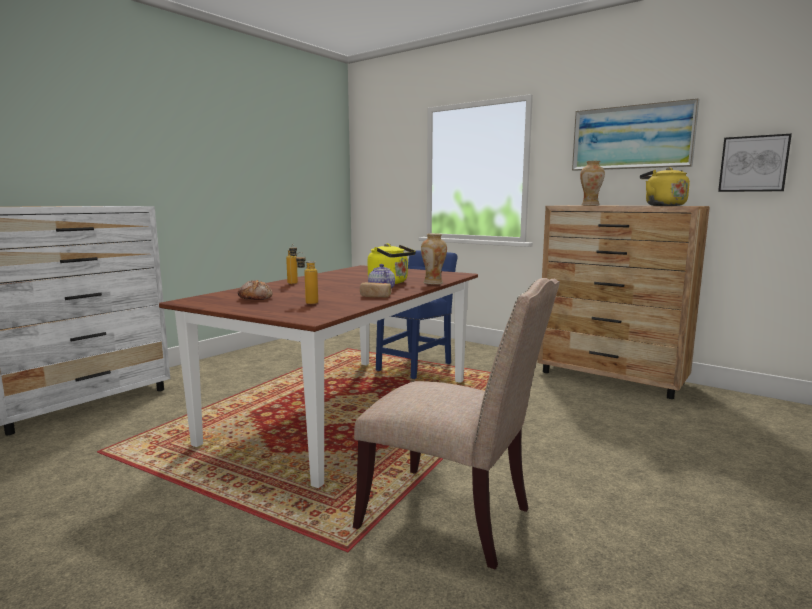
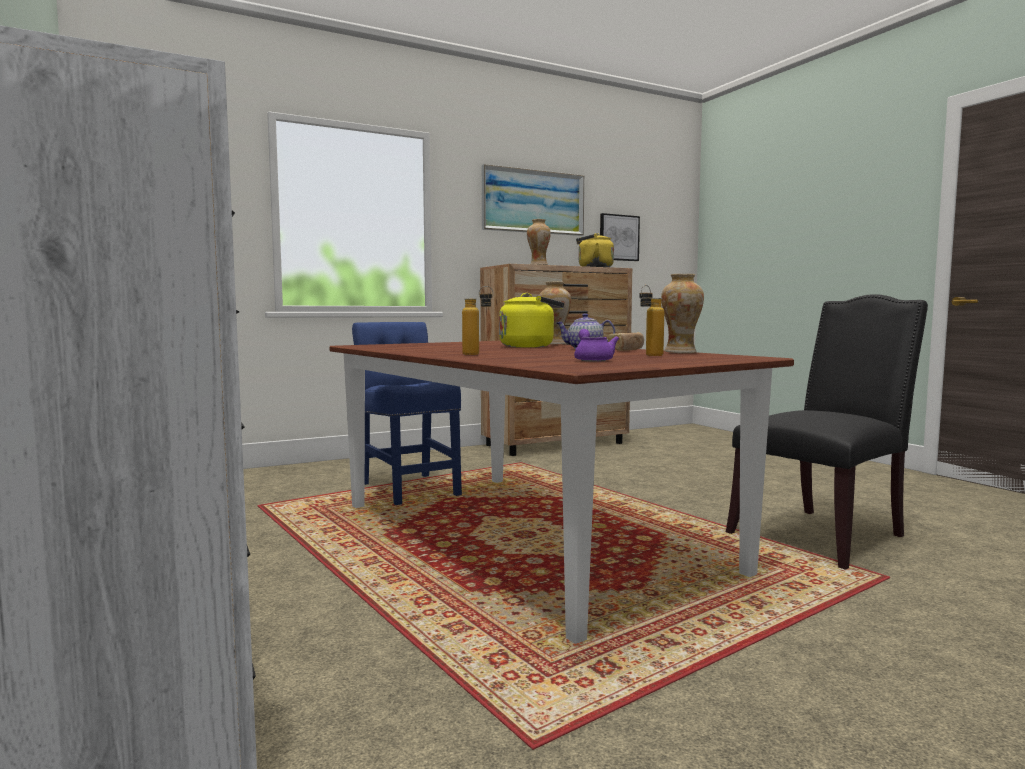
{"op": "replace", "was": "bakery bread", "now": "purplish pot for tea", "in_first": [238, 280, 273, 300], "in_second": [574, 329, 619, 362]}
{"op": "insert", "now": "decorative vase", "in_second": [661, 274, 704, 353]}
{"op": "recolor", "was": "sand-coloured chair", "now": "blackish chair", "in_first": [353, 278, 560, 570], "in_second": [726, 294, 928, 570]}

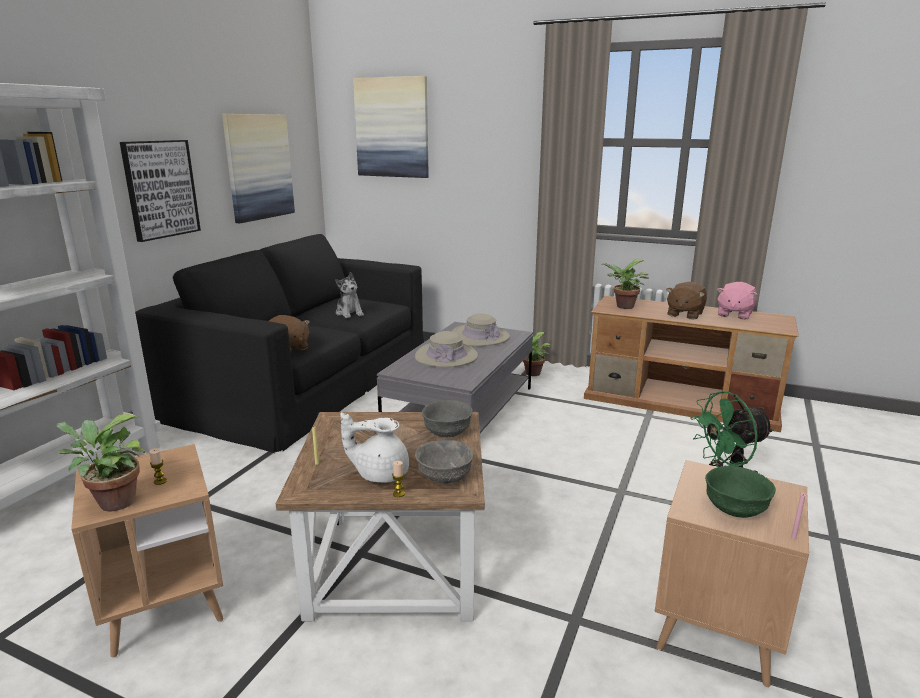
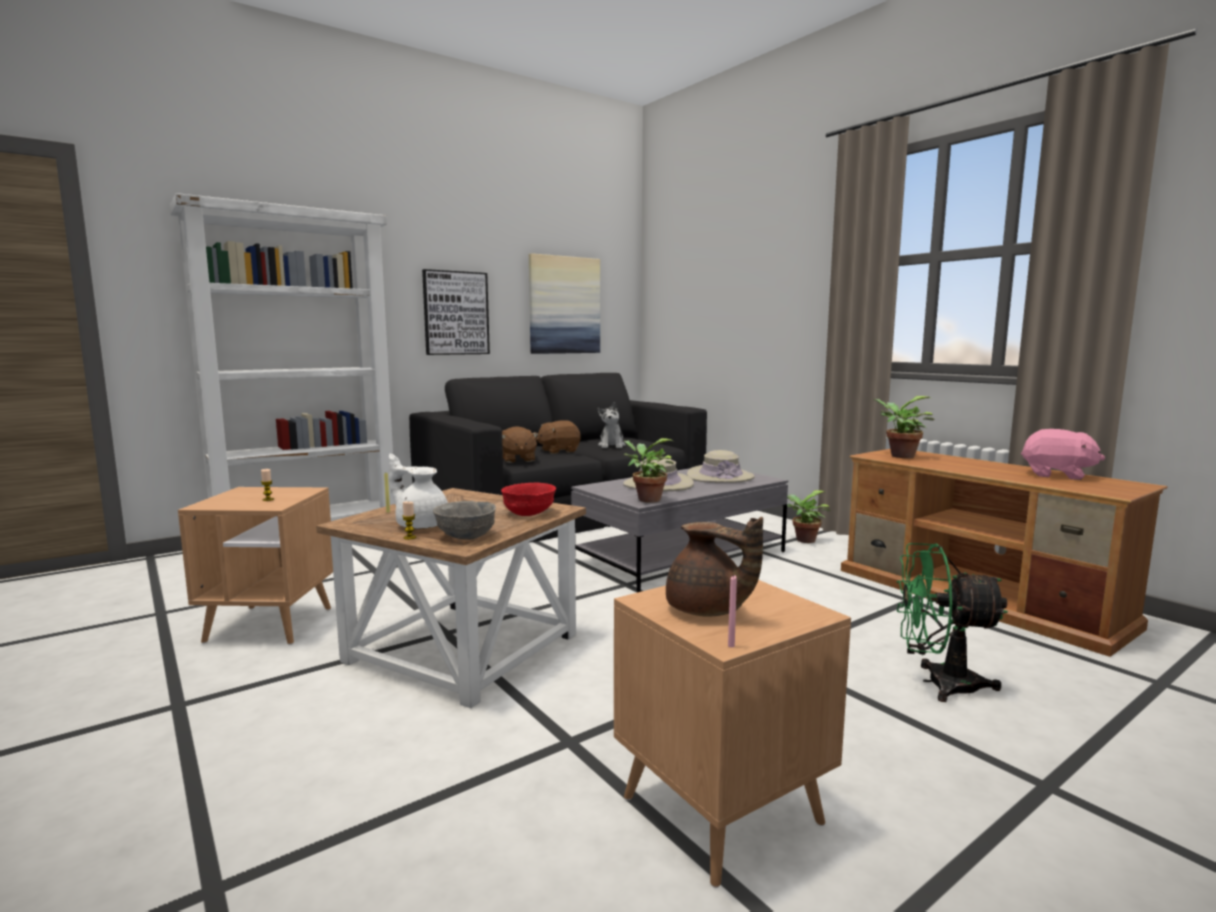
{"op": "recolor", "was": "gray deep dish", "now": "reddish deep dish", "in_first": [422, 400, 473, 437], "in_second": [501, 483, 556, 516]}
{"op": "move", "was": "brown-coloured soft toy", "in_first": [666, 282, 707, 320], "in_second": [536, 420, 581, 454]}
{"op": "move", "was": "houseplant", "in_first": [56, 414, 145, 511], "in_second": [624, 438, 674, 502]}
{"op": "replace", "was": "green-coloured deep dish", "now": "brown-coloured pot for tea", "in_first": [705, 466, 776, 518], "in_second": [666, 517, 763, 617]}
{"op": "rotate", "was": "pinkish soft toy", "in_first": [717, 282, 757, 320], "in_second": [1021, 429, 1105, 480], "clockwise": -120}
{"op": "delete", "was": "wall art", "in_first": [353, 76, 429, 178]}

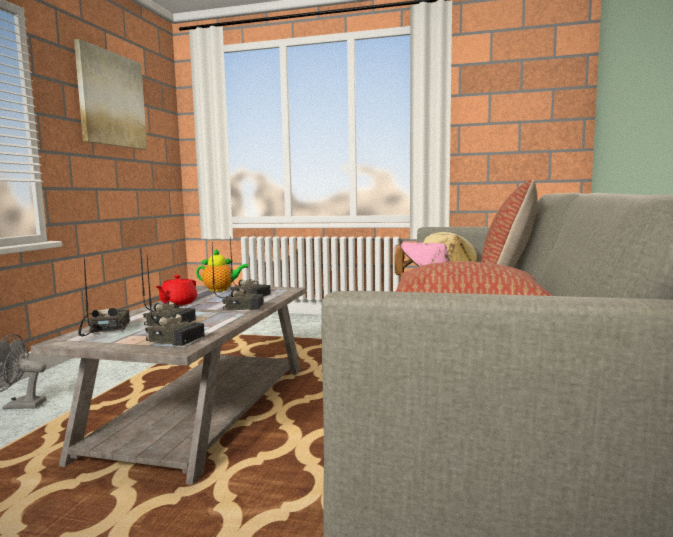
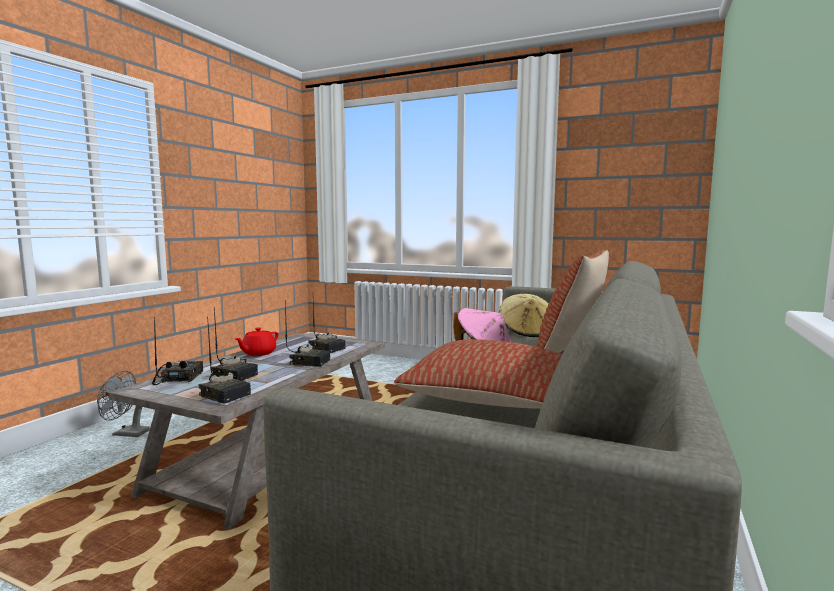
{"op": "delete", "was": "wall art", "in_first": [74, 39, 147, 150]}
{"op": "delete", "was": "pot for tea", "in_first": [196, 249, 249, 292]}

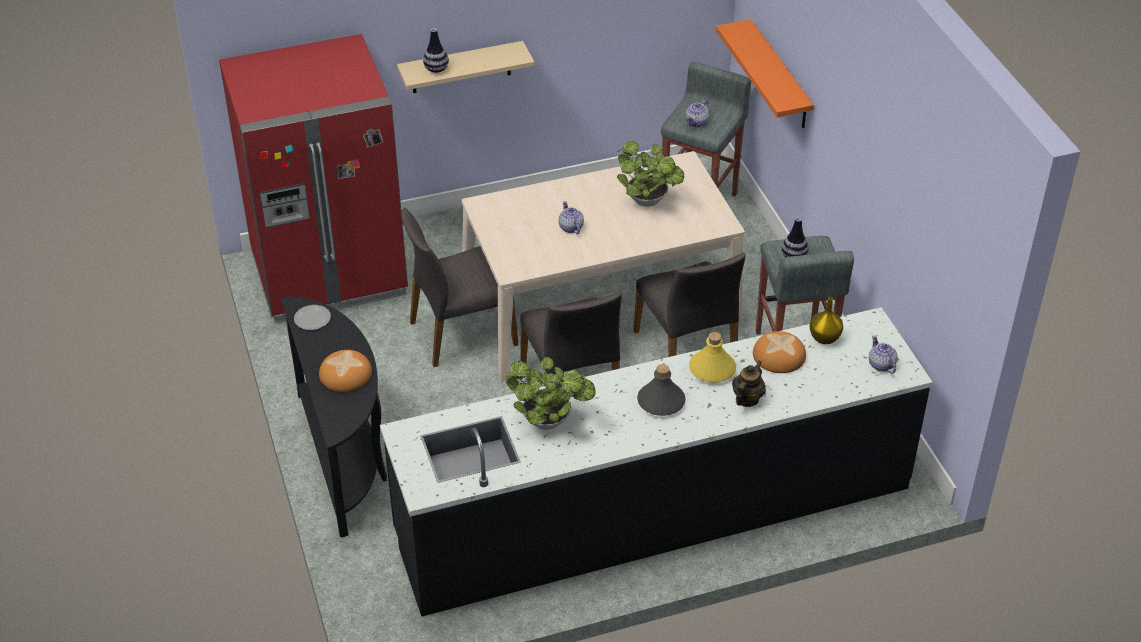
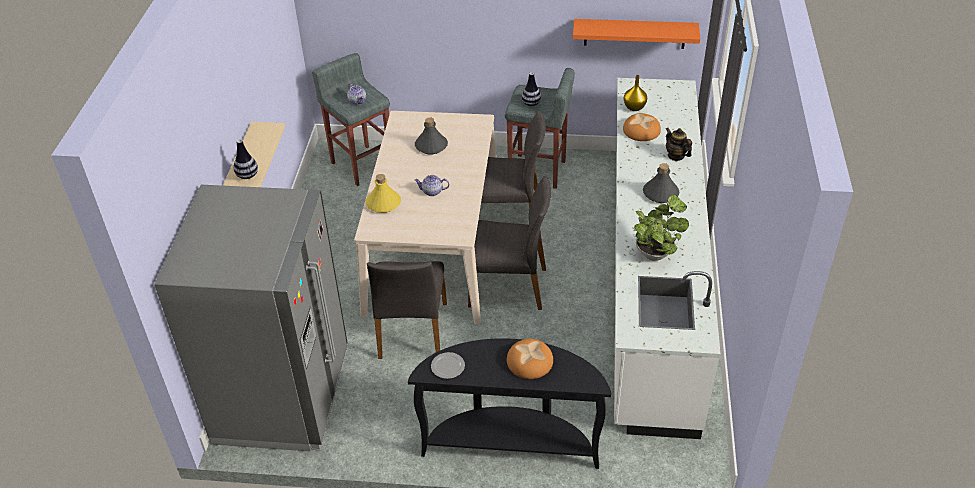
{"op": "recolor", "was": "reddish refrigerator", "now": "gray refrigerator", "in_first": [219, 34, 408, 323], "in_second": [154, 185, 348, 452]}
{"op": "move", "was": "yellow beverage bottle", "in_first": [689, 332, 736, 383], "in_second": [366, 174, 401, 213]}
{"op": "replace", "was": "houseplant", "now": "gray beverage bottle", "in_first": [617, 141, 684, 207], "in_second": [415, 117, 448, 154]}
{"op": "move", "was": "orange-coloured shelf", "in_first": [716, 19, 814, 129], "in_second": [573, 19, 700, 49]}
{"op": "recolor", "was": "blackish kitchen base unit", "now": "white kitchen base unit", "in_first": [380, 307, 933, 617], "in_second": [614, 78, 720, 439]}
{"op": "delete", "was": "pot for tea", "in_first": [869, 335, 898, 374]}

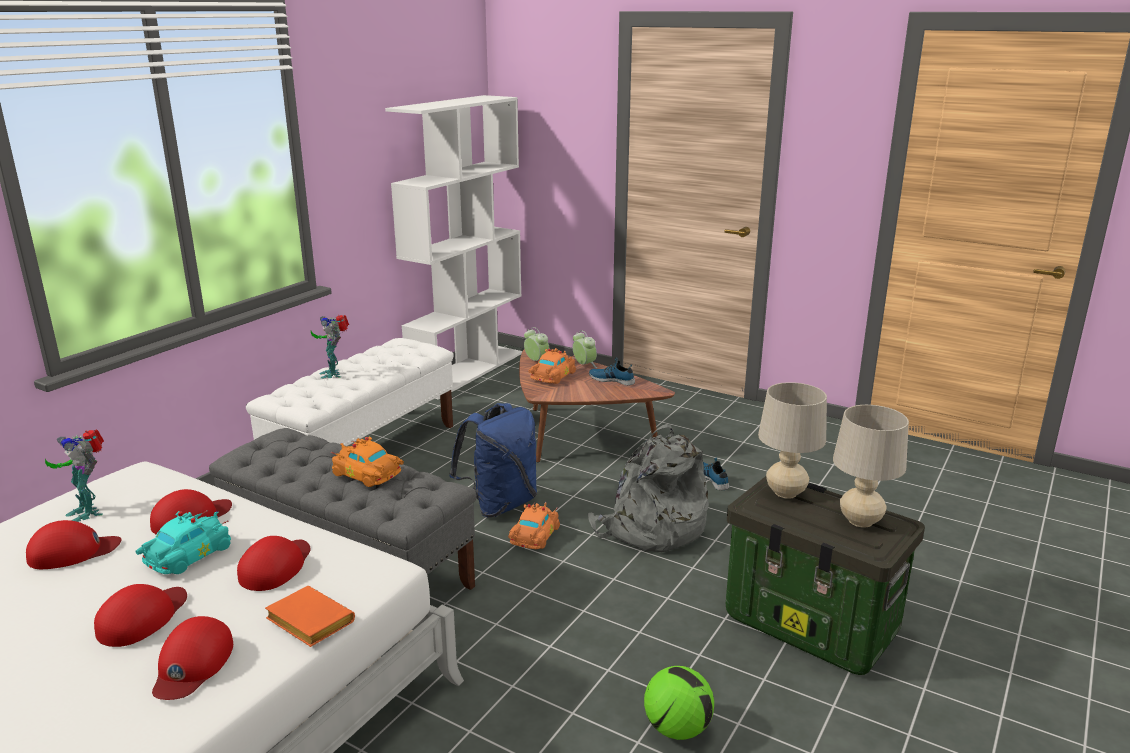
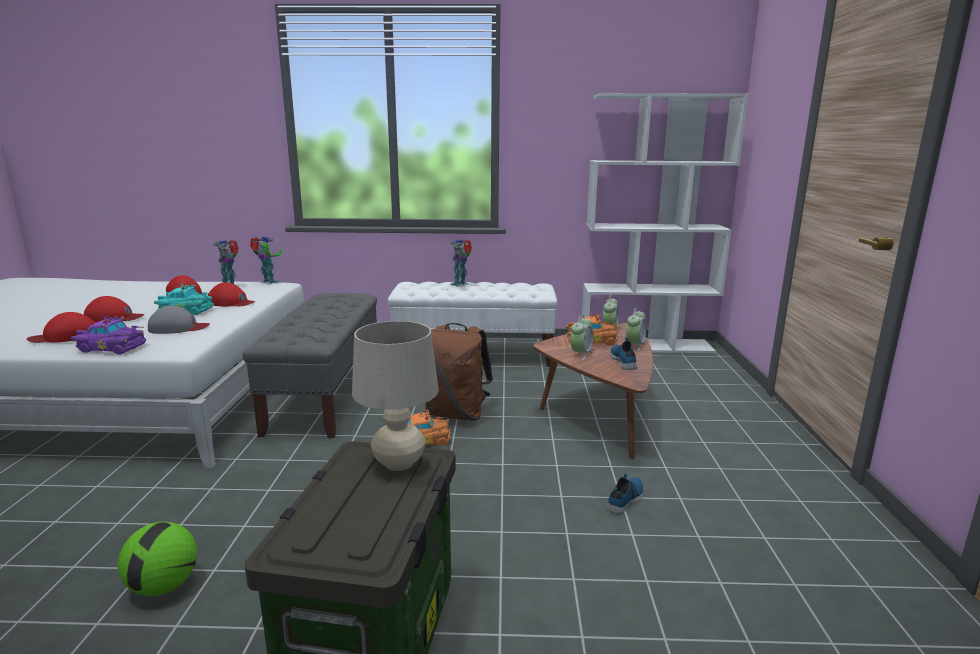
{"op": "replace", "was": "orange-coloured book", "now": "purplish toy car", "in_first": [265, 586, 355, 647], "in_second": [71, 315, 146, 354]}
{"op": "recolor", "was": "reddish baseball cap", "now": "gray baseball cap", "in_first": [237, 536, 311, 591], "in_second": [148, 305, 210, 334]}
{"op": "insert", "now": "model robot", "in_second": [250, 236, 282, 285]}
{"op": "recolor", "was": "blue-coloured knapsack", "now": "brown-coloured knapsack", "in_first": [449, 403, 537, 517], "in_second": [425, 323, 493, 421]}
{"op": "insert", "now": "bedside clock", "in_second": [570, 315, 594, 360]}
{"op": "delete", "was": "orange-coloured toy car", "in_first": [331, 437, 404, 487]}
{"op": "delete", "was": "gray knapsack", "in_first": [587, 424, 709, 552]}
{"op": "delete", "was": "sand-coloured tabletop lamp", "in_first": [833, 405, 909, 528]}

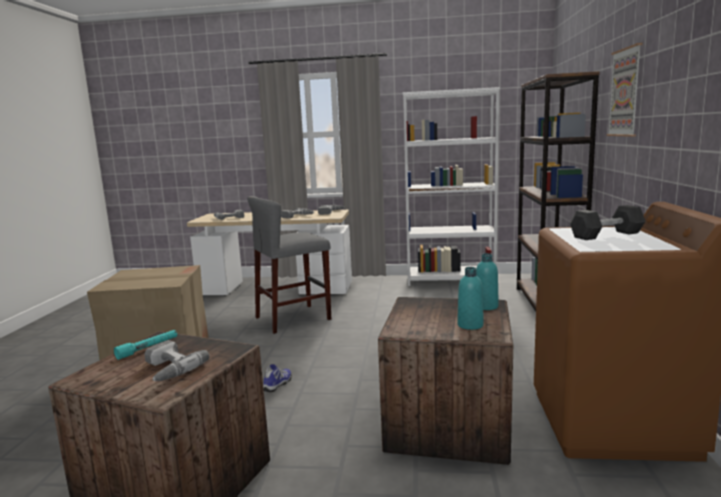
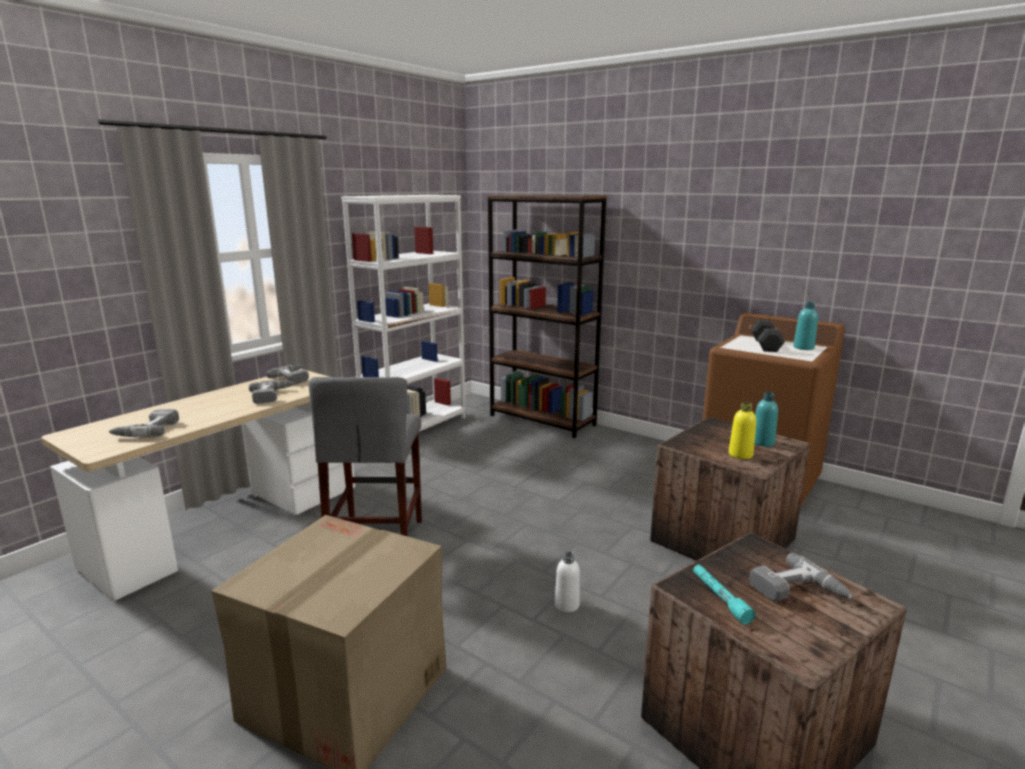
{"op": "replace", "was": "item of footwear", "now": "white beverage bottle", "in_first": [263, 364, 292, 392], "in_second": [555, 551, 580, 612]}
{"op": "insert", "now": "yellow beverage bottle", "in_second": [729, 402, 756, 459]}
{"op": "move", "was": "turquoise beverage bottle", "in_first": [476, 253, 499, 310], "in_second": [793, 302, 818, 350]}
{"op": "delete", "was": "wall art", "in_first": [607, 43, 643, 137]}

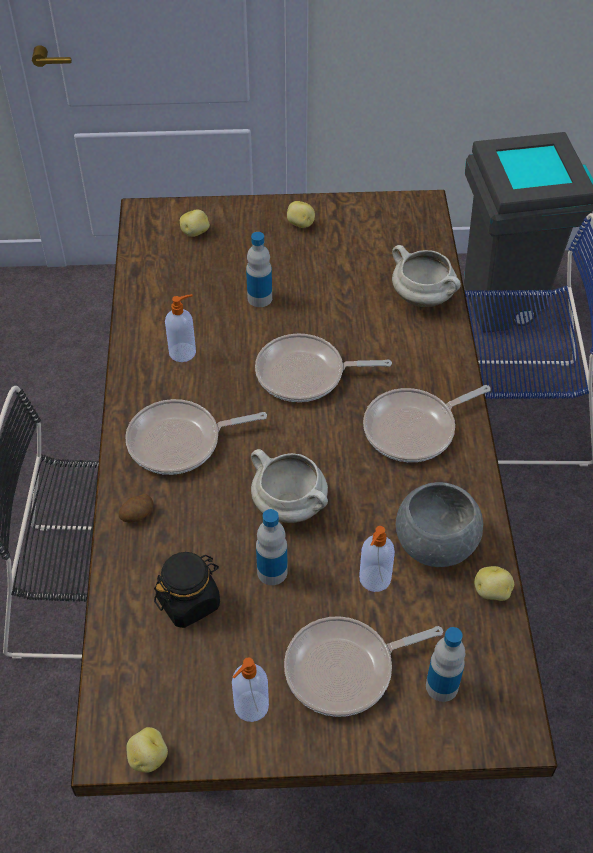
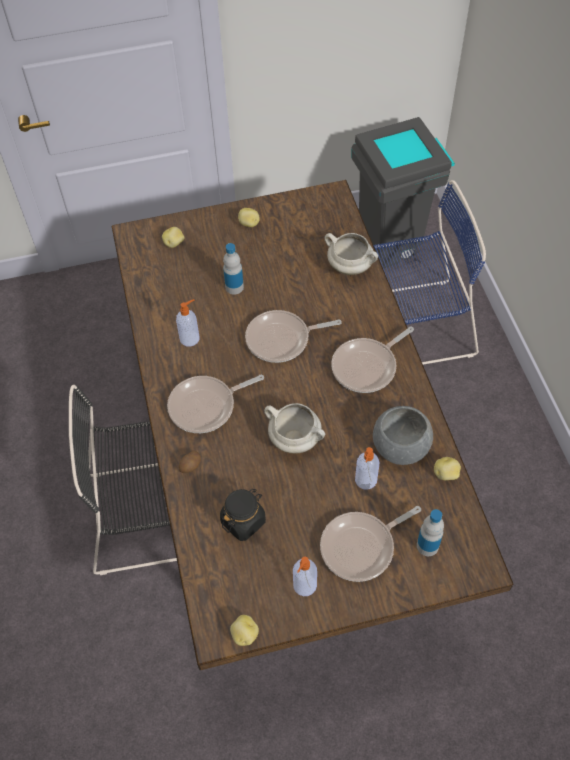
{"op": "delete", "was": "beverage bottle", "in_first": [256, 509, 288, 585]}

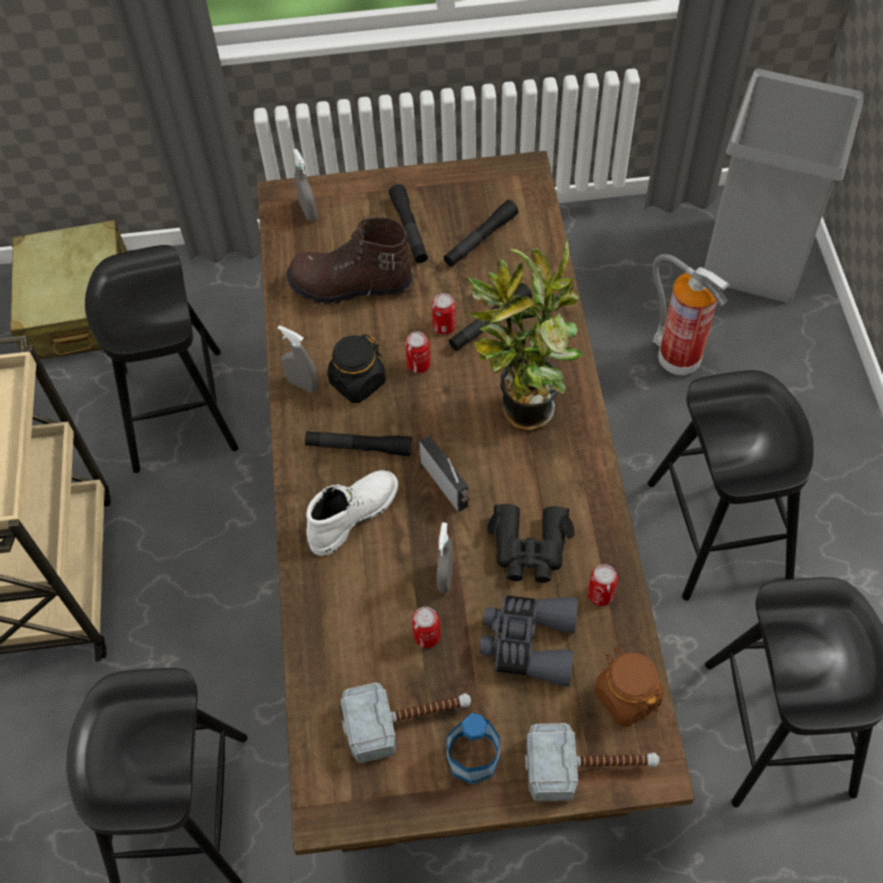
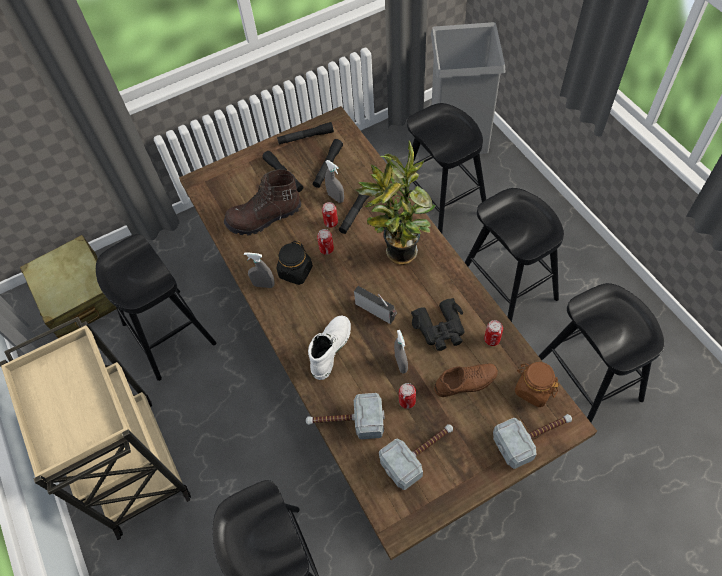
{"op": "move", "was": "blackish hand torch", "in_first": [305, 431, 412, 456], "in_second": [277, 122, 334, 145]}
{"op": "insert", "now": "tool hammer", "in_second": [306, 393, 385, 439]}
{"op": "move", "was": "gray hand sprayer", "in_first": [293, 149, 317, 222], "in_second": [325, 160, 344, 203]}
{"op": "replace", "was": "extinguisher", "now": "blackish stool", "in_first": [652, 254, 730, 375], "in_second": [407, 103, 486, 233]}
{"op": "replace", "was": "gray binoculars", "now": "brown-coloured item of footwear", "in_first": [479, 595, 578, 687], "in_second": [434, 364, 498, 397]}
{"op": "delete", "was": "beverage bottle", "in_first": [446, 713, 500, 785]}

